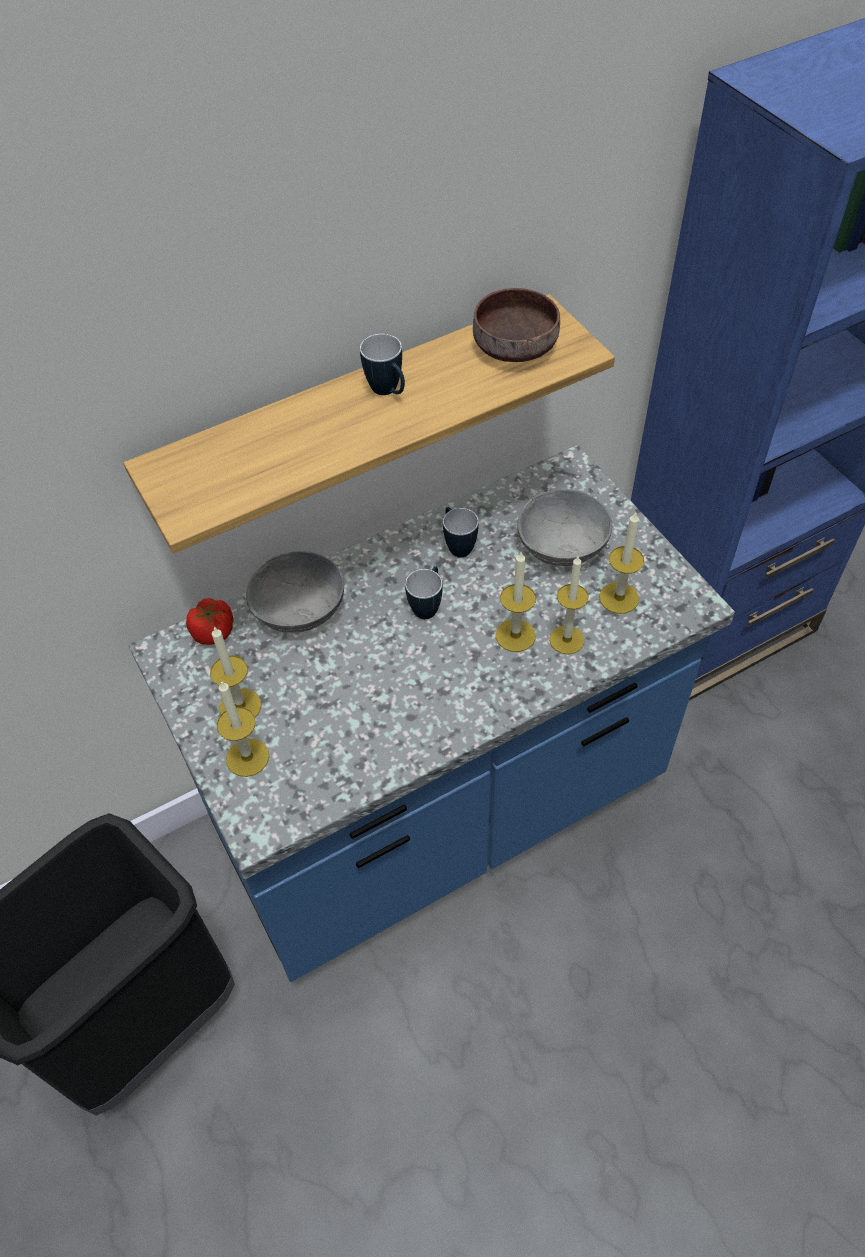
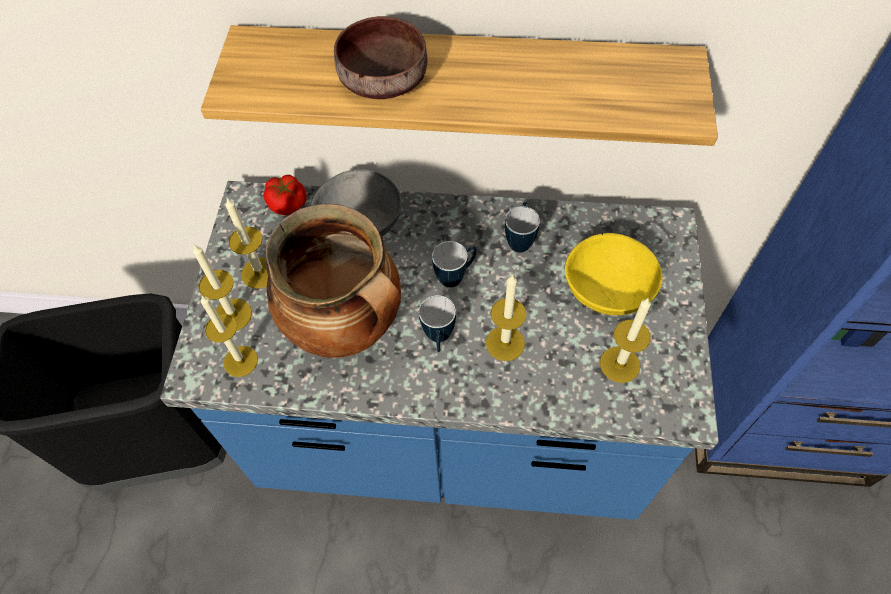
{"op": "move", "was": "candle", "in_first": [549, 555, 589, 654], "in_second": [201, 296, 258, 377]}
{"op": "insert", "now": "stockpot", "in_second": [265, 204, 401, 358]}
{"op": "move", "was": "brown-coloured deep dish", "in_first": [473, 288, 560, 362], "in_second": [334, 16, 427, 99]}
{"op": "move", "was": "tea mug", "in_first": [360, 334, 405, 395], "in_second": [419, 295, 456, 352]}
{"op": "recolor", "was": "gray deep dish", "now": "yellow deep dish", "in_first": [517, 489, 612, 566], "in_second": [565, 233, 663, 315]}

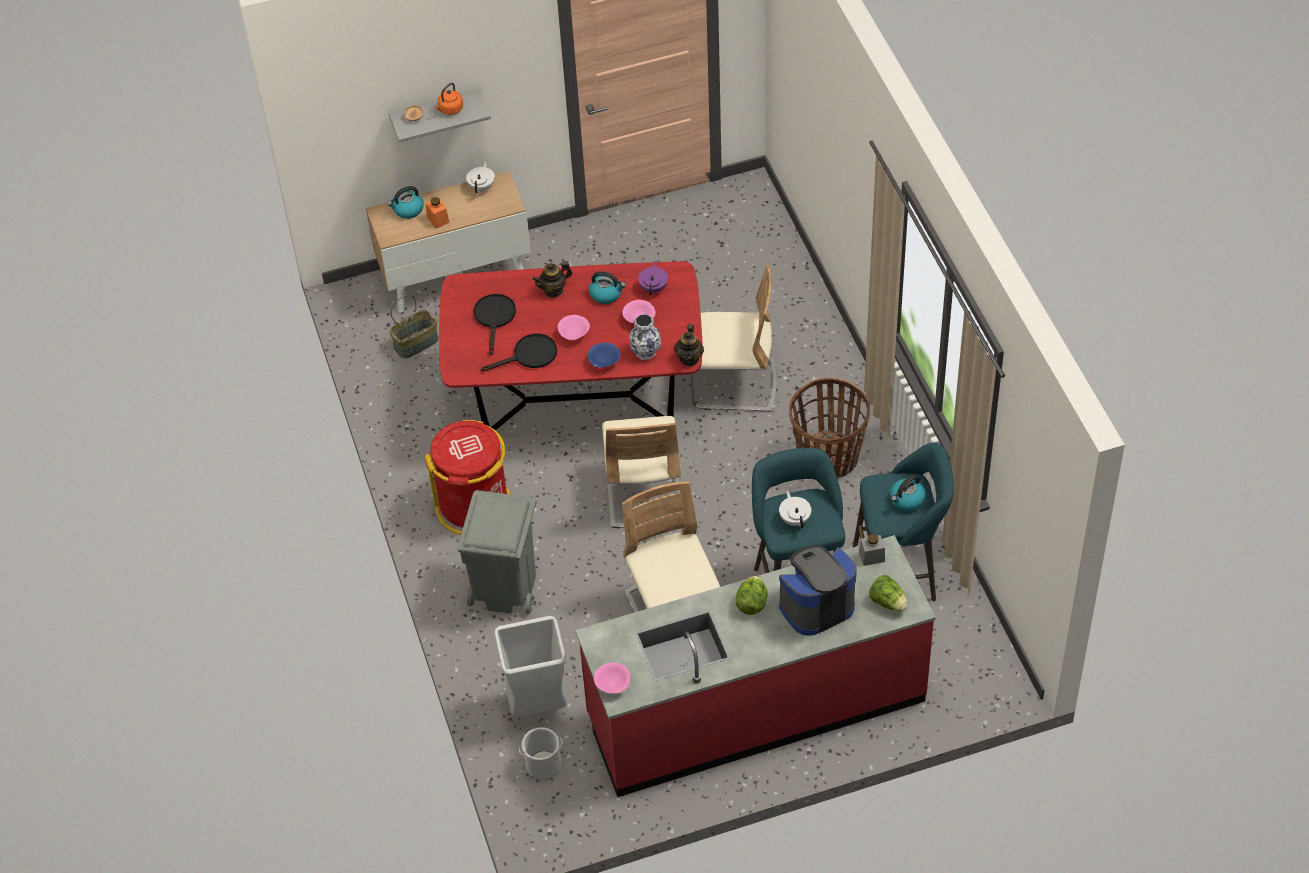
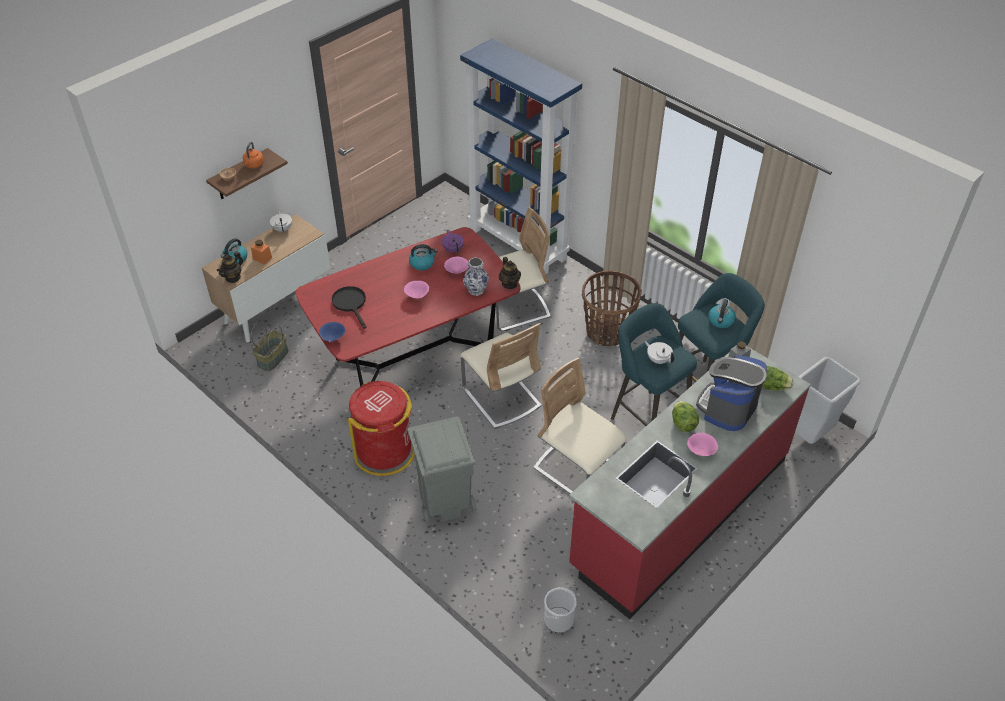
{"op": "recolor", "was": "gray shelf", "now": "brown-coloured shelf", "in_first": [389, 90, 491, 143], "in_second": [206, 148, 288, 199]}
{"op": "move", "was": "pot for tea", "in_first": [533, 261, 572, 298], "in_second": [217, 252, 243, 283]}
{"op": "move", "was": "blue-coloured deep dish", "in_first": [588, 343, 620, 368], "in_second": [319, 322, 346, 342]}
{"op": "insert", "now": "blue-coloured bookshelf", "in_second": [460, 39, 582, 274]}
{"op": "move", "was": "pinkish deep dish", "in_first": [594, 663, 630, 694], "in_second": [687, 433, 718, 456]}
{"op": "move", "was": "gray waste bin", "in_first": [494, 616, 567, 717], "in_second": [795, 357, 860, 444]}
{"op": "delete", "was": "blackish skillet", "in_first": [481, 334, 557, 372]}

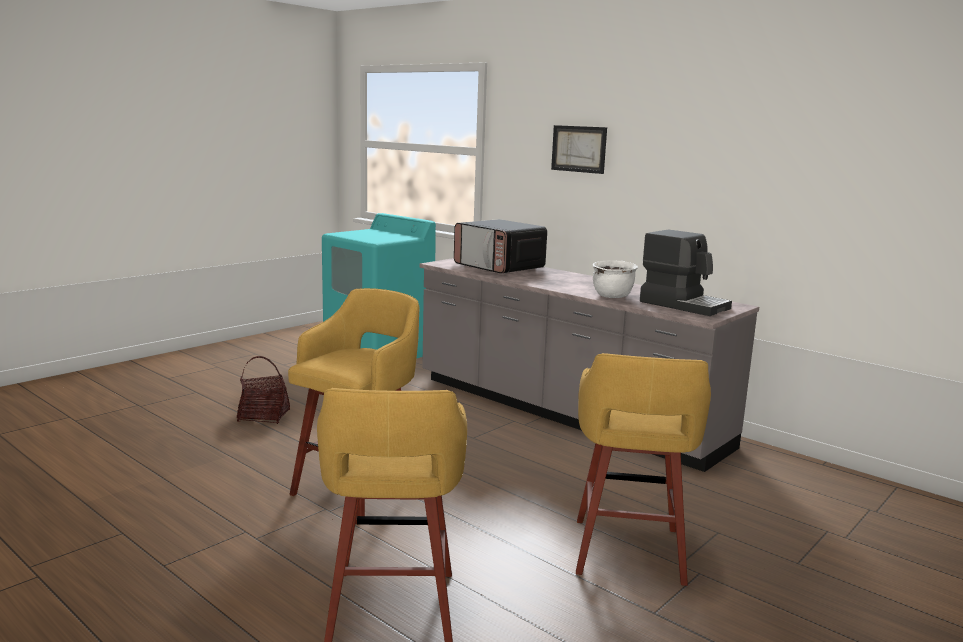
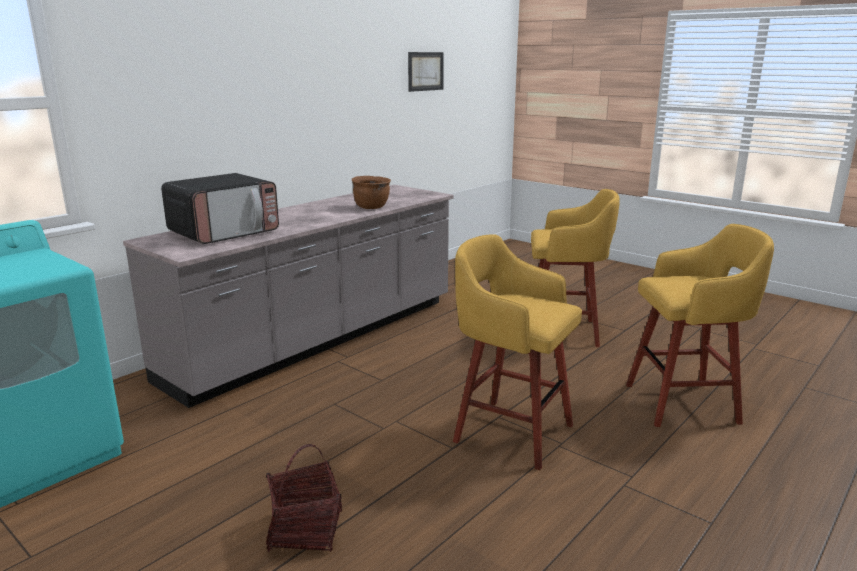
{"op": "recolor", "was": "white stockpot", "now": "brown-coloured stockpot", "in_first": [593, 260, 638, 298], "in_second": [352, 176, 391, 209]}
{"op": "move", "was": "wall art", "in_first": [551, 125, 607, 174], "in_second": [408, 52, 444, 92]}
{"op": "delete", "was": "coffee maker", "in_first": [640, 229, 732, 316]}

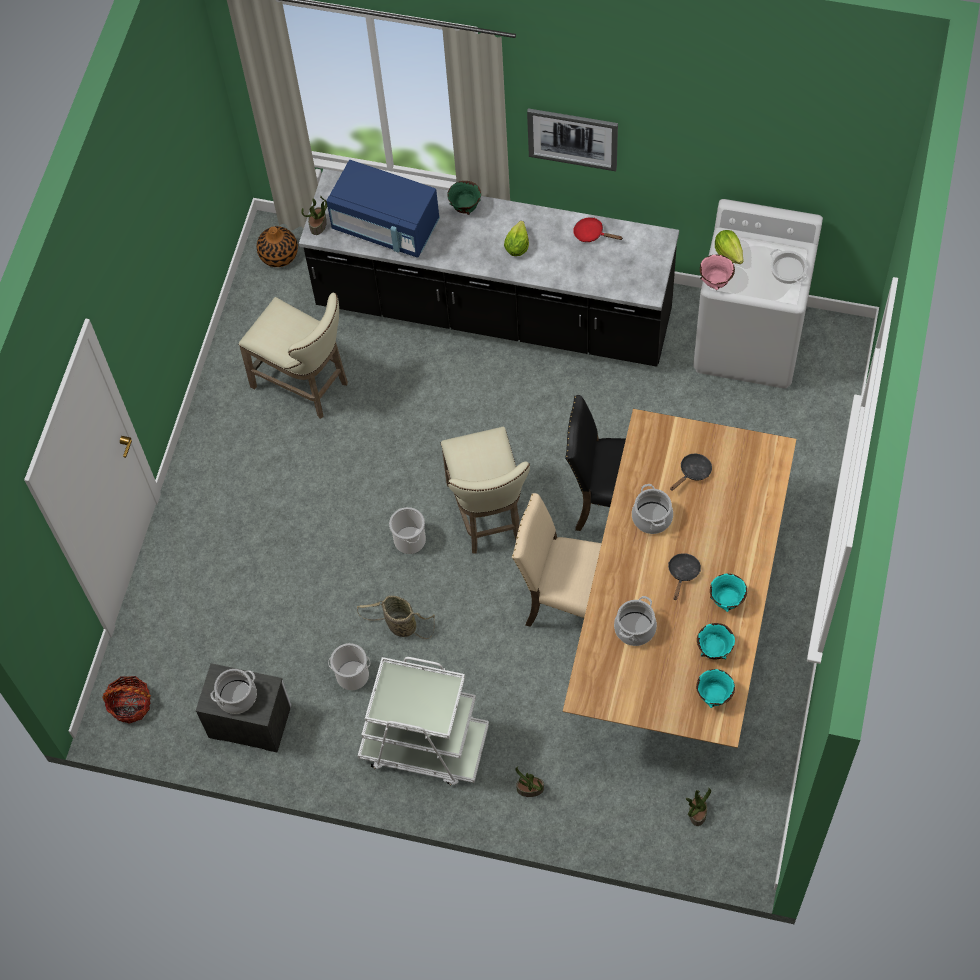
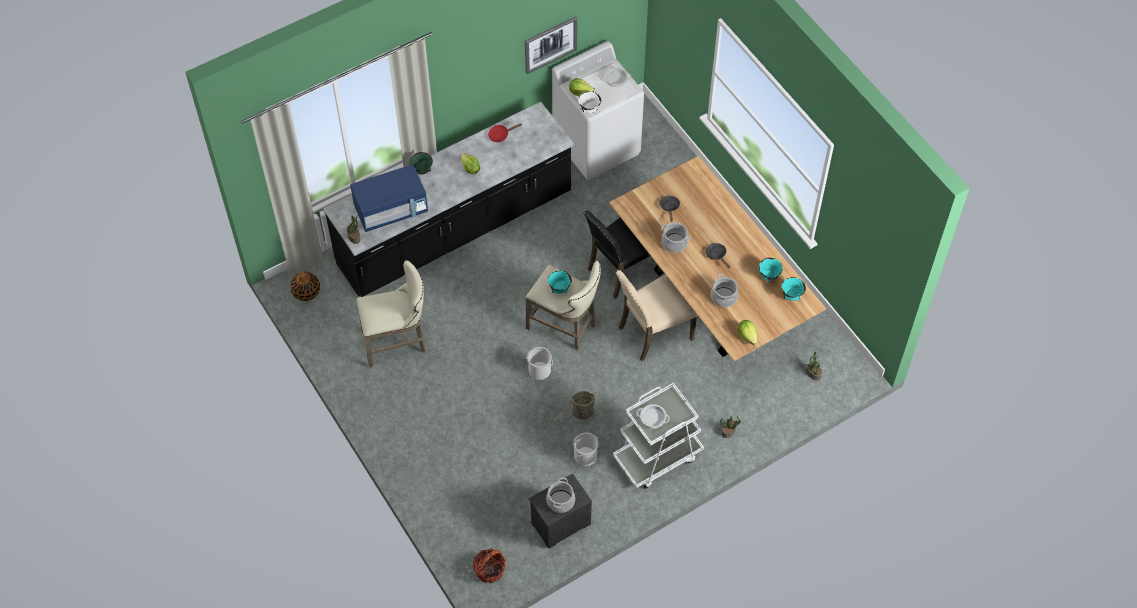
{"op": "move", "was": "wall art", "in_first": [527, 108, 618, 171], "in_second": [525, 16, 577, 74]}
{"op": "move", "was": "turquoise deep dish", "in_first": [710, 573, 747, 612], "in_second": [548, 271, 572, 294]}
{"op": "recolor", "was": "pinkish deep dish", "now": "white deep dish", "in_first": [700, 254, 735, 290], "in_second": [578, 91, 601, 113]}
{"op": "insert", "now": "stockpot", "in_second": [637, 404, 670, 429]}
{"op": "insert", "now": "lettuce head", "in_second": [738, 320, 757, 345]}

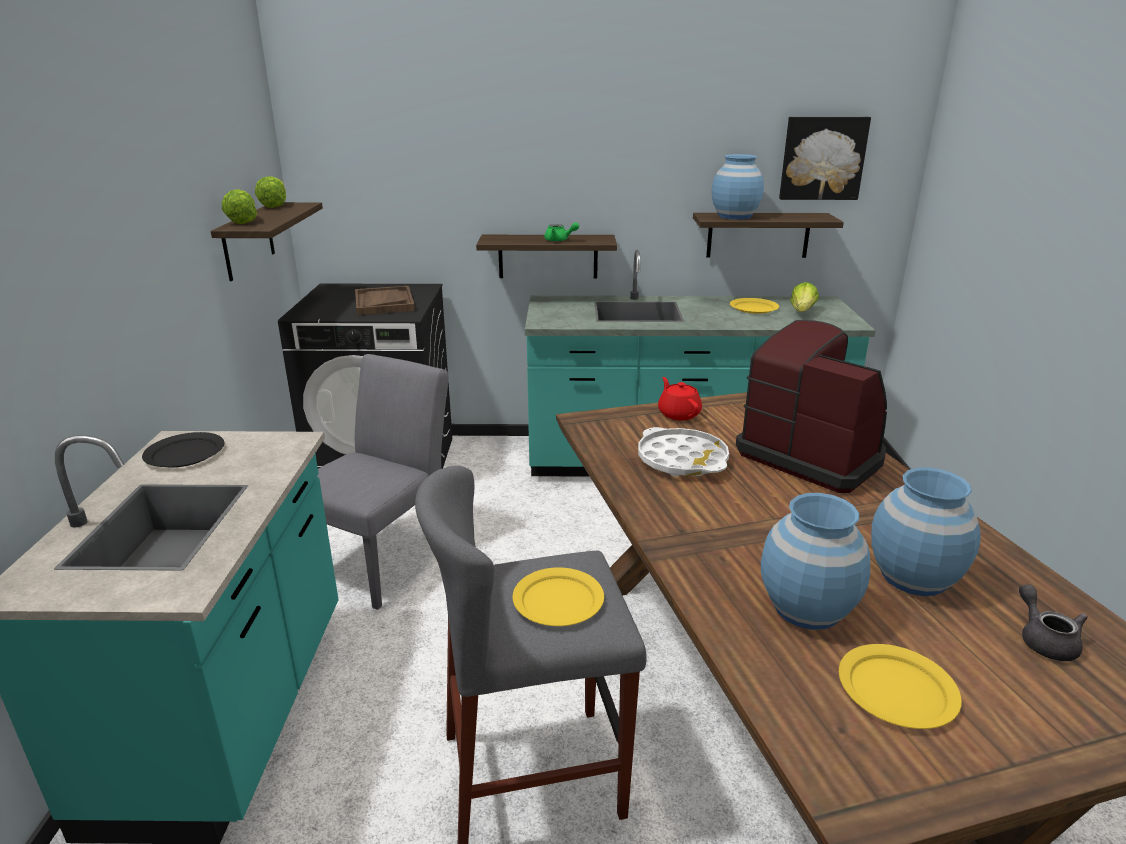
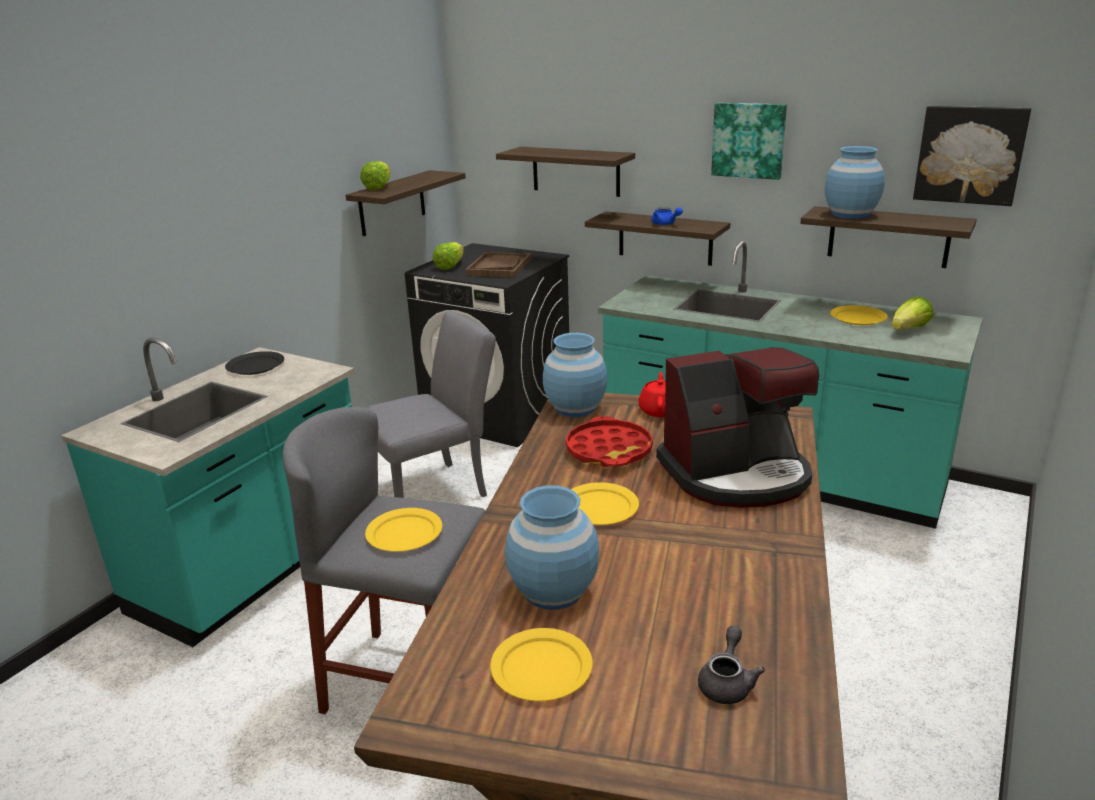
{"op": "move", "was": "lettuce head", "in_first": [255, 176, 286, 208], "in_second": [433, 242, 464, 270]}
{"op": "insert", "now": "shelf", "in_second": [496, 147, 635, 197]}
{"op": "move", "was": "blue-coloured decorative vase", "in_first": [871, 467, 980, 596], "in_second": [543, 333, 607, 417]}
{"op": "recolor", "was": "white tray", "now": "reddish tray", "in_first": [638, 427, 729, 477], "in_second": [566, 416, 653, 467]}
{"op": "insert", "now": "yellow plate", "in_second": [571, 482, 639, 525]}
{"op": "recolor", "was": "green-coloured pot for tea", "now": "blue-coloured pot for tea", "in_first": [544, 222, 579, 242], "in_second": [651, 207, 683, 225]}
{"op": "rotate", "was": "coffee maker", "in_first": [736, 320, 887, 493], "in_second": [656, 347, 819, 508], "clockwise": 90}
{"op": "insert", "now": "wall art", "in_second": [711, 103, 787, 180]}

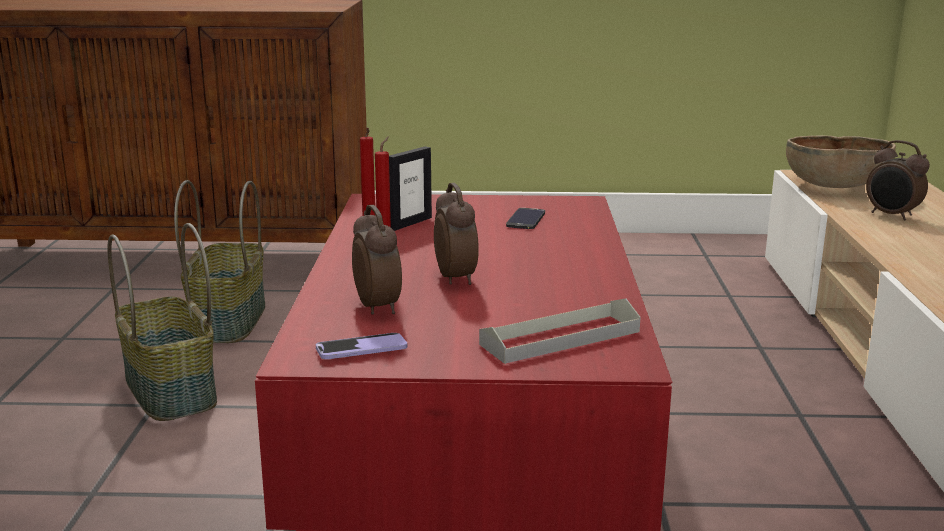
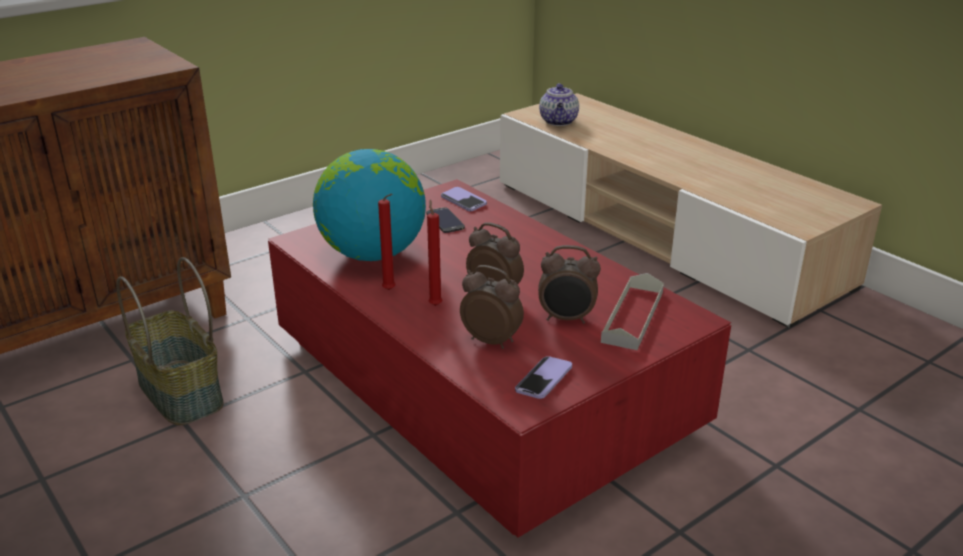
{"op": "replace", "was": "photo frame", "now": "globe", "in_first": [389, 146, 432, 231], "in_second": [313, 149, 426, 261]}
{"op": "insert", "now": "handset", "in_second": [441, 187, 487, 211]}
{"op": "move", "was": "bedside clock", "in_first": [866, 140, 930, 221], "in_second": [538, 245, 601, 324]}
{"op": "replace", "was": "brown-coloured deep dish", "now": "pot for tea", "in_first": [786, 135, 896, 188], "in_second": [539, 83, 579, 126]}
{"op": "delete", "was": "household basket", "in_first": [108, 223, 217, 421]}

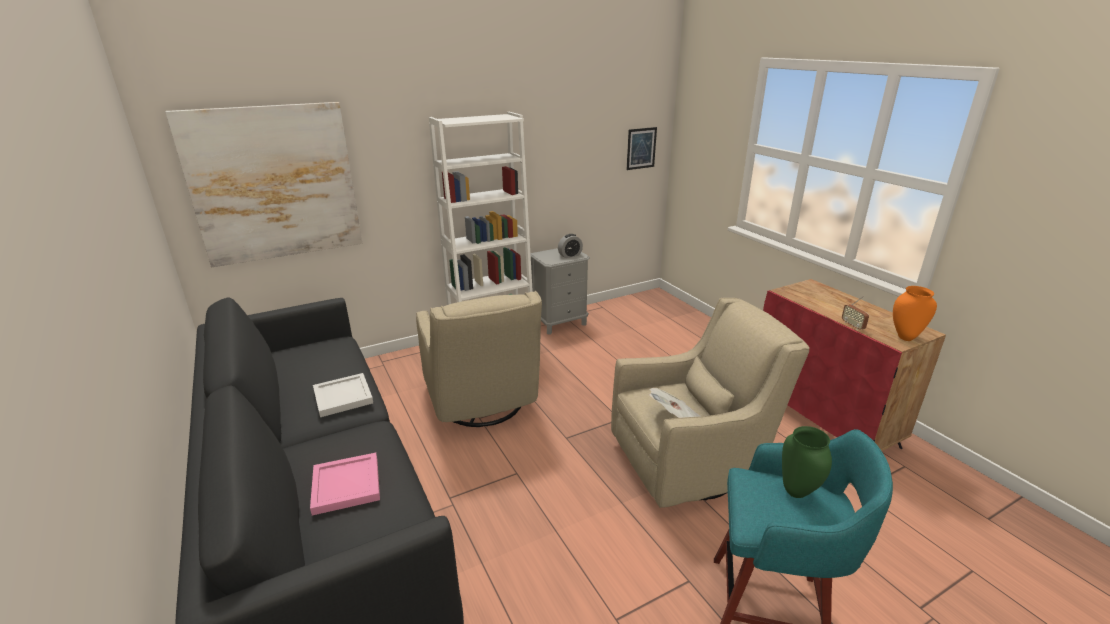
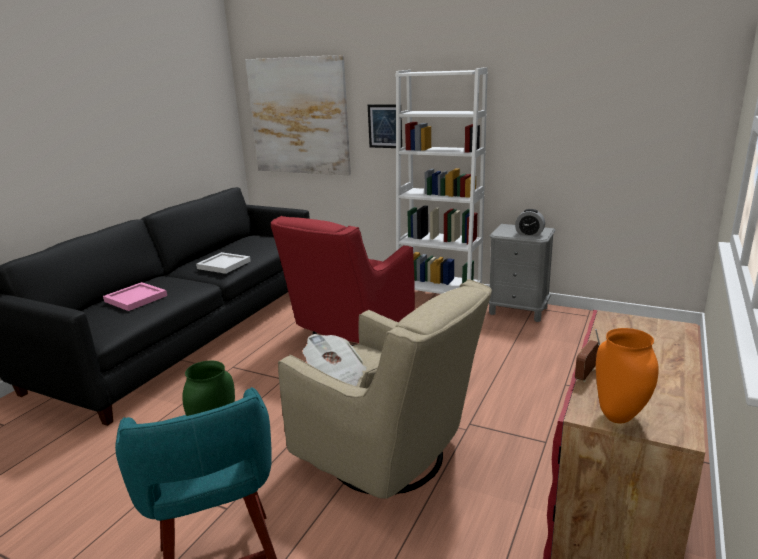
{"op": "recolor", "was": "sand-coloured lounge chair", "now": "reddish lounge chair", "in_first": [416, 291, 542, 427], "in_second": [271, 216, 415, 346]}
{"op": "move", "was": "wall art", "in_first": [627, 127, 657, 170], "in_second": [368, 104, 402, 148]}

